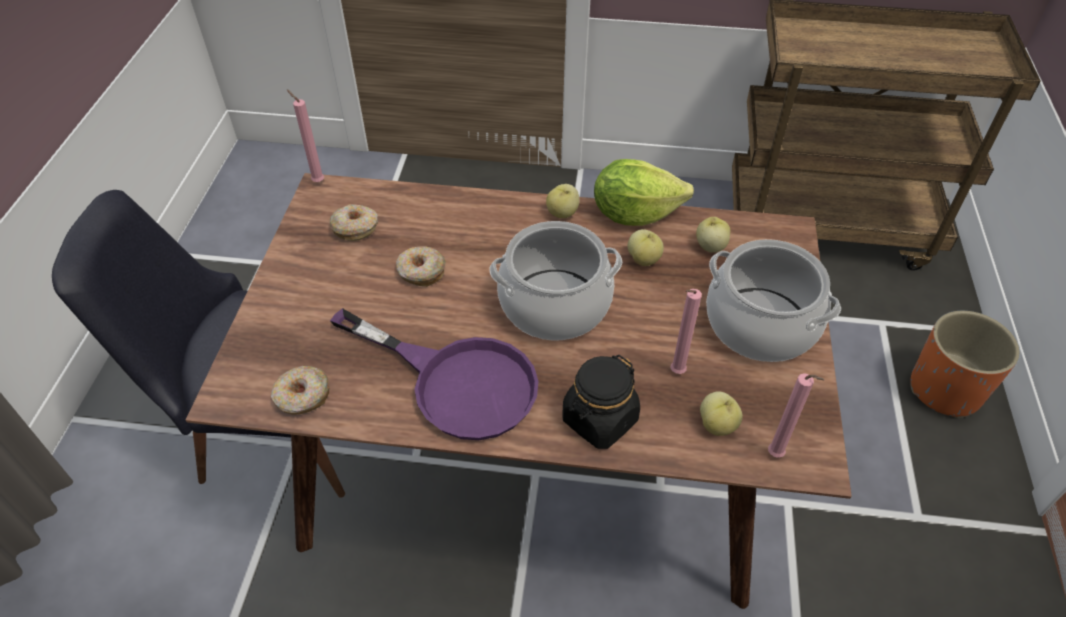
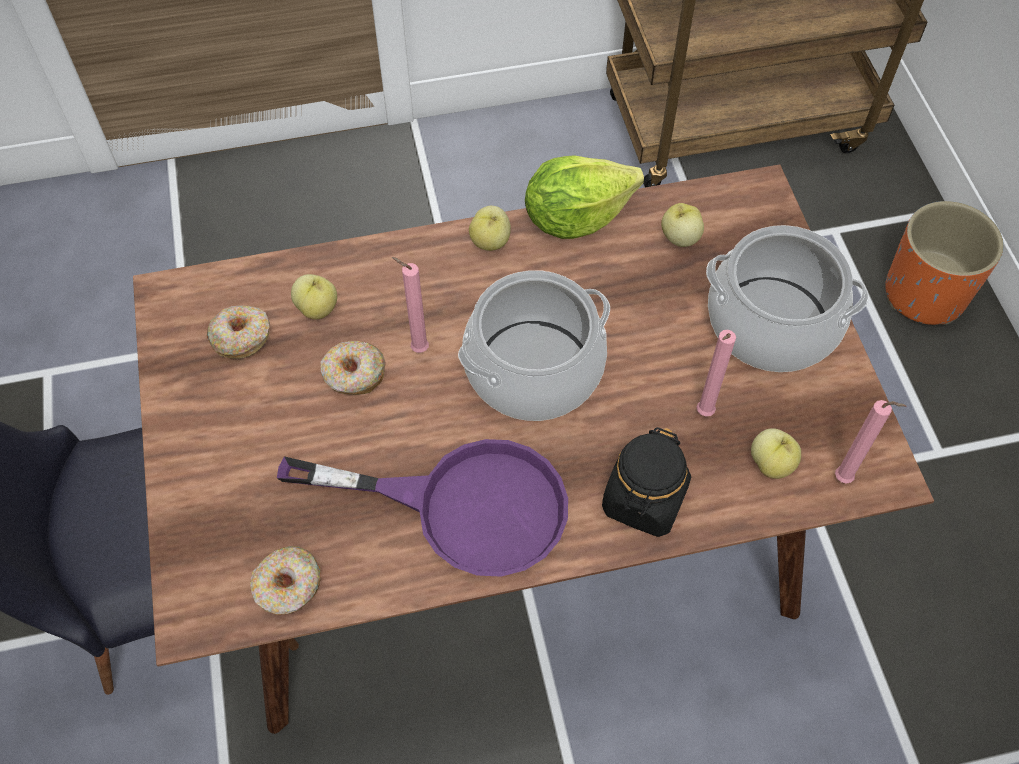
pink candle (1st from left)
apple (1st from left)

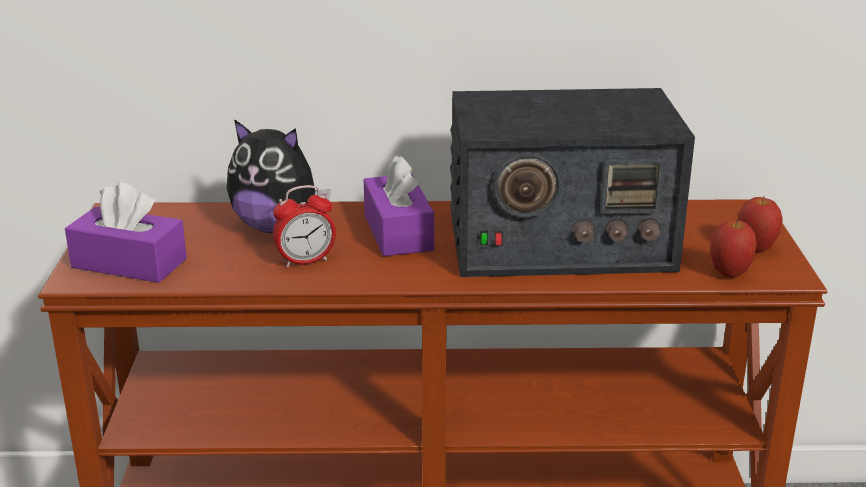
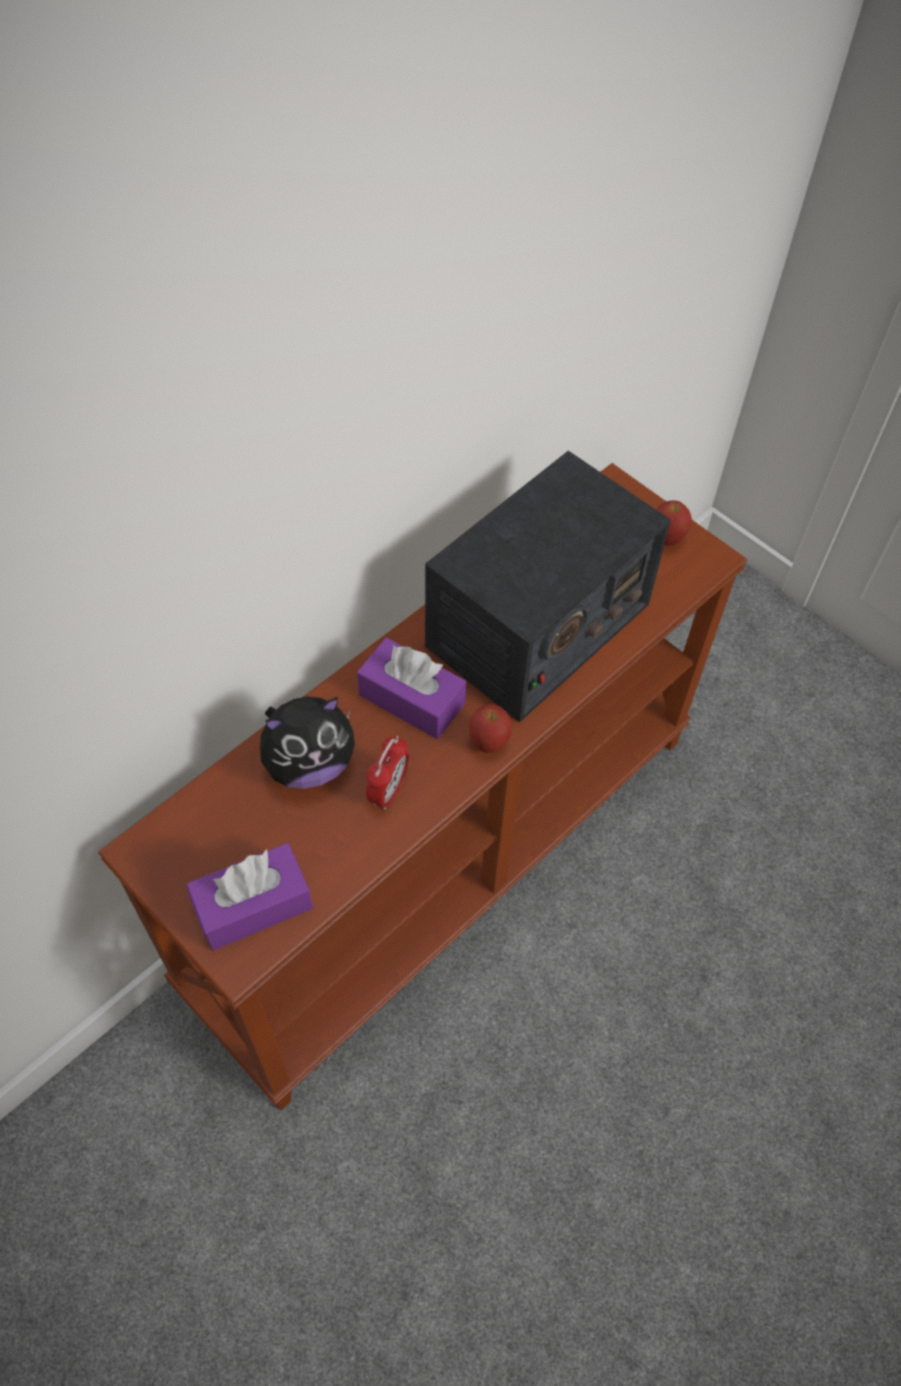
apple (1st from left)

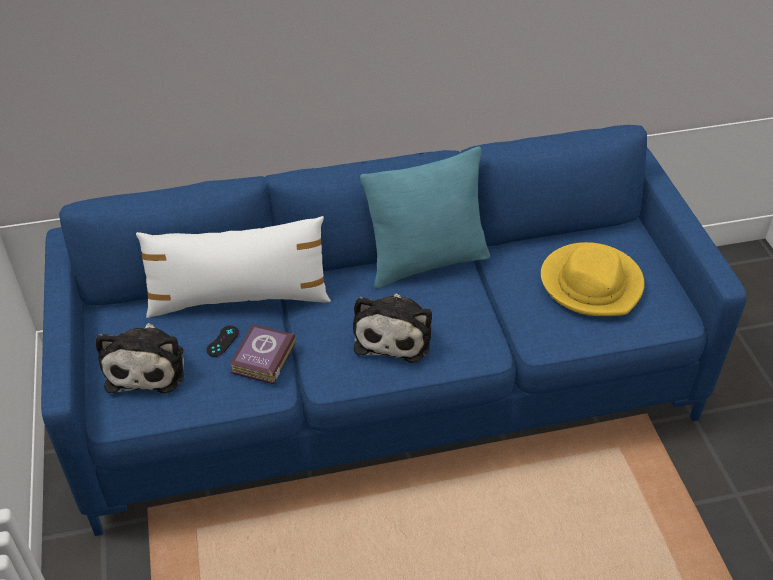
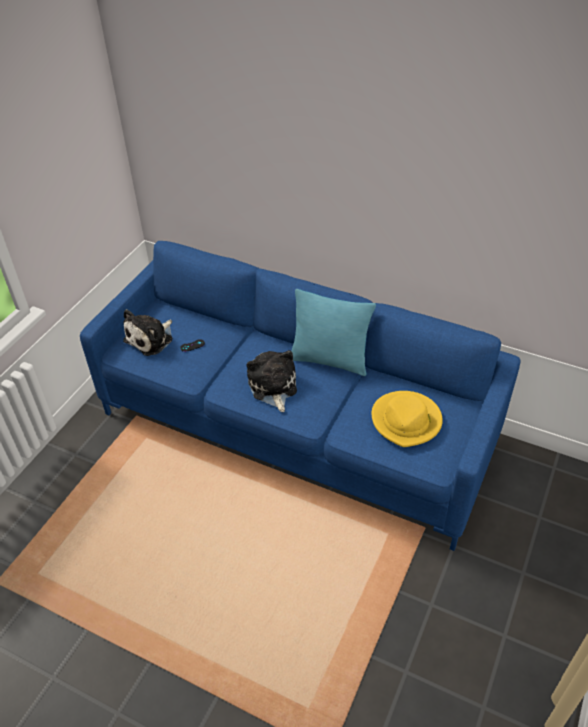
white pillow
book
plush toy (2nd from left)

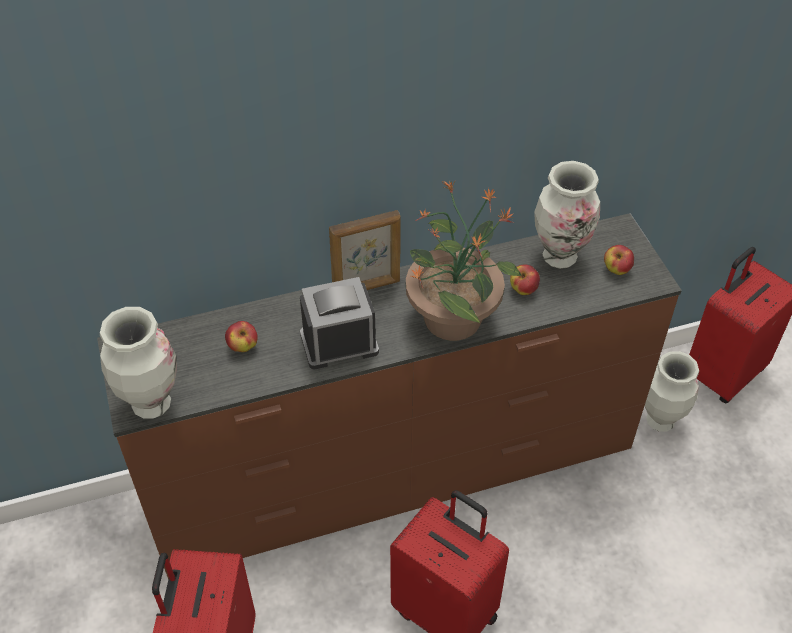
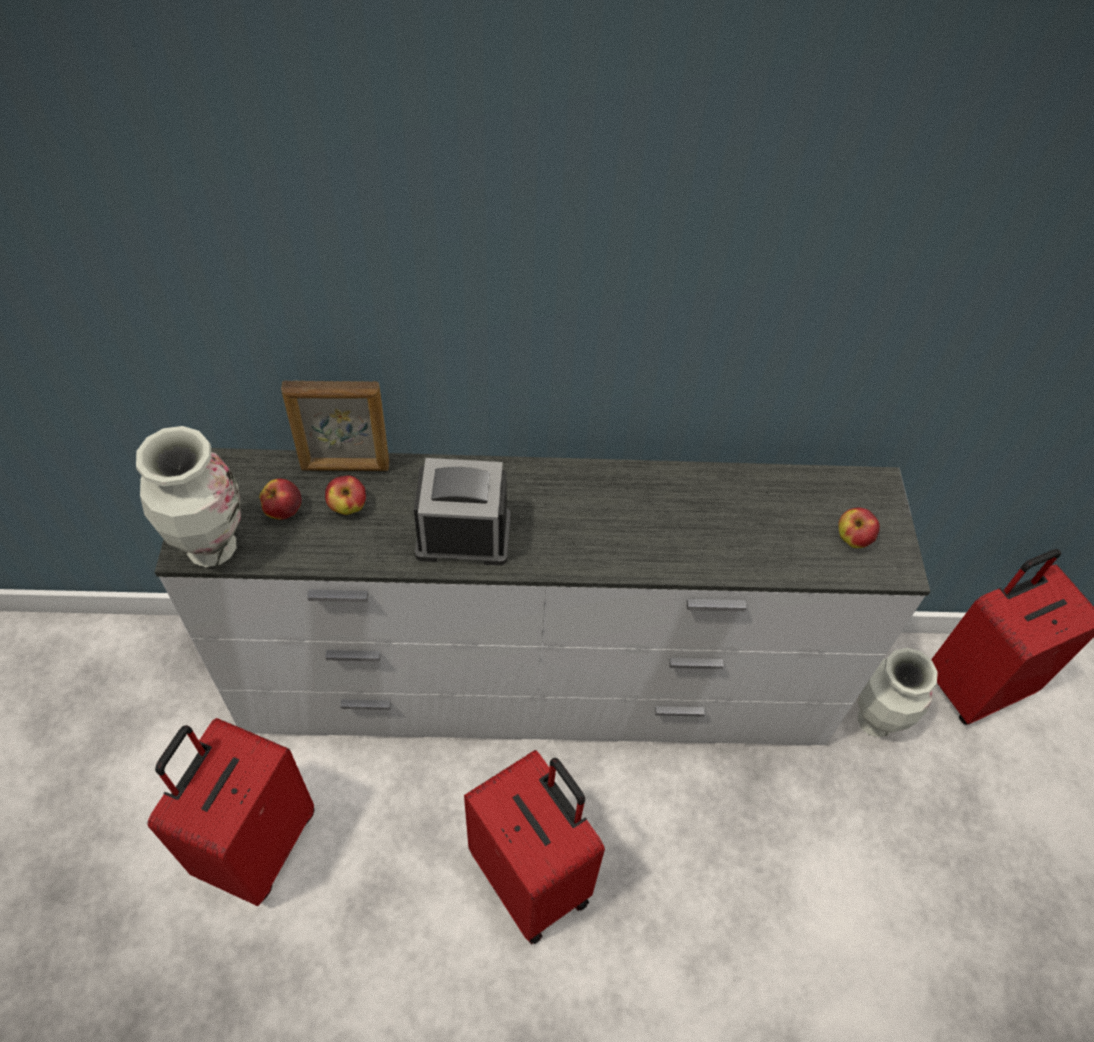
white dresser
picture frame
potted plant
apple (1st from left)
vase (2nd from left in the first image)

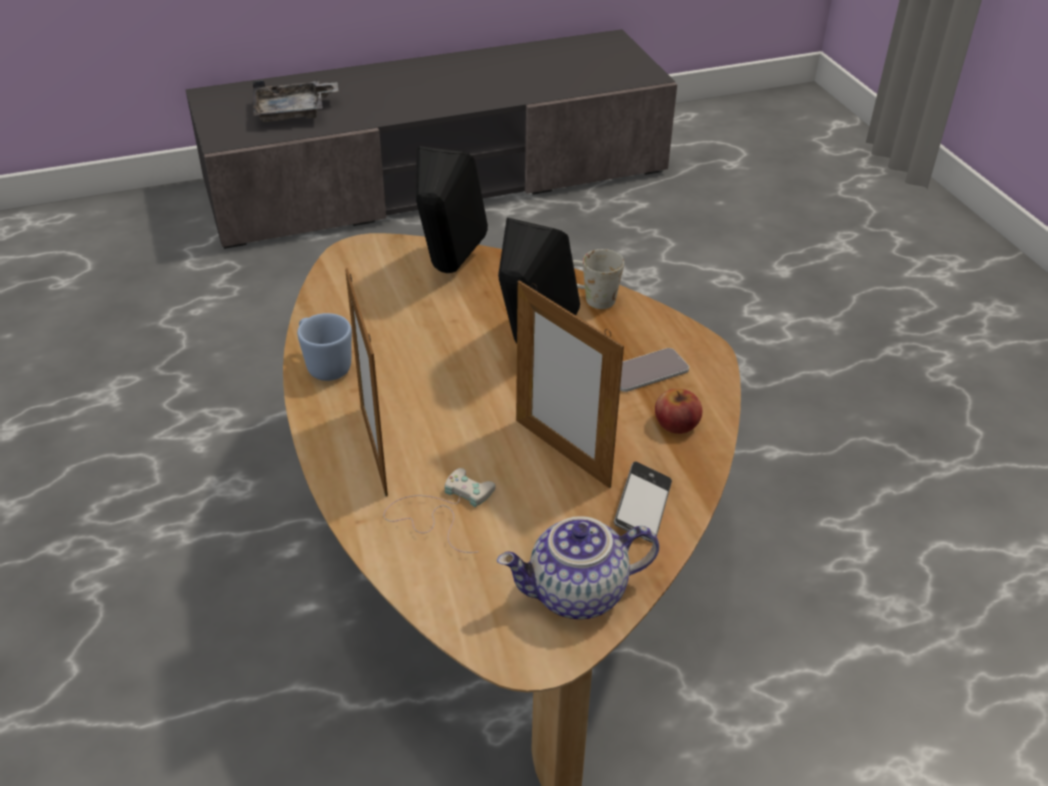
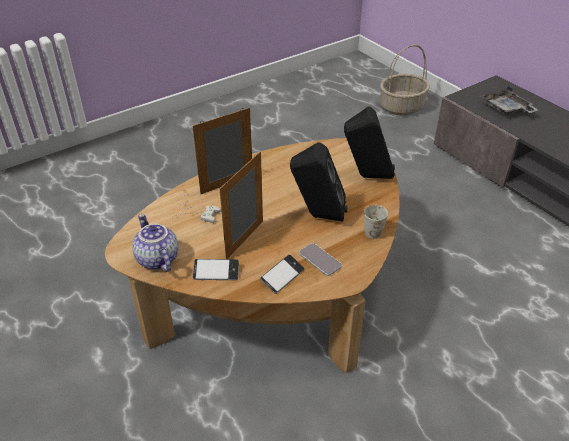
blue mug
phone (2nd from left)
basket

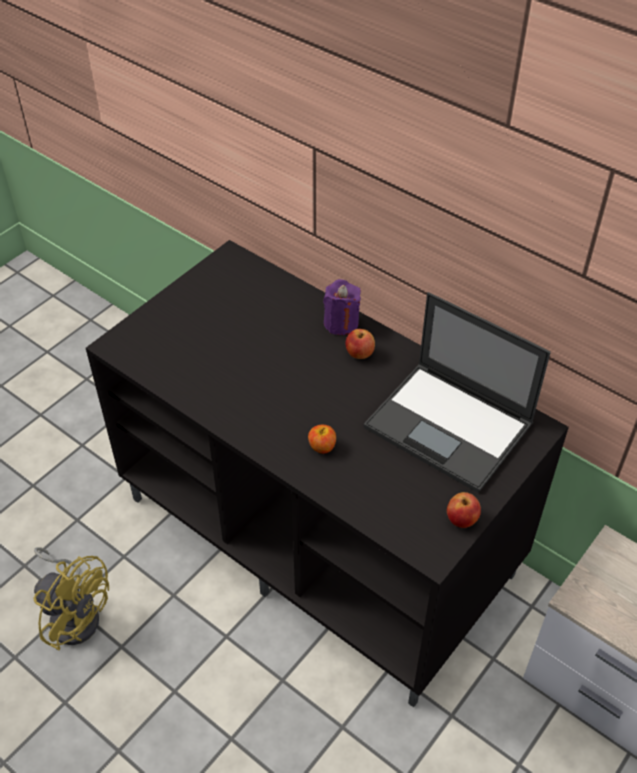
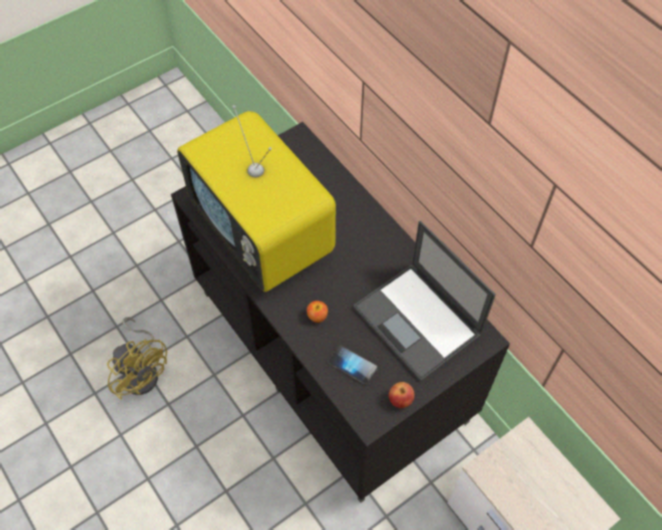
purple candle
apple (2nd from left in the first image)
television
phone

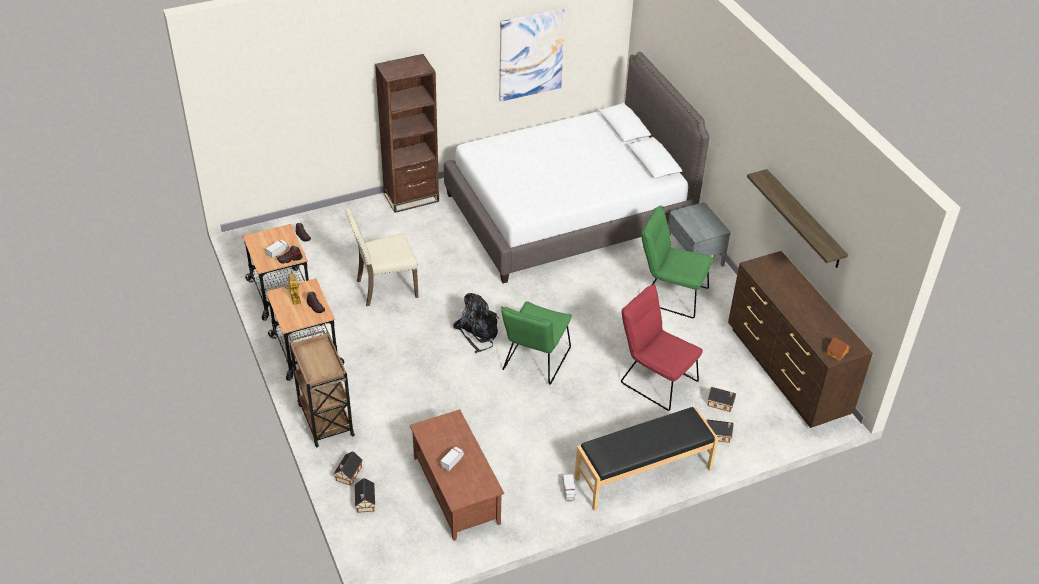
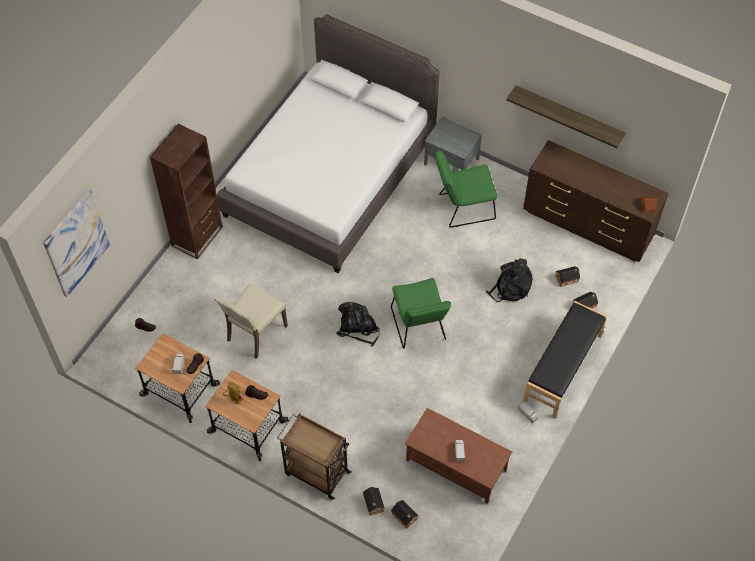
picture
black backpack (2nd from left)

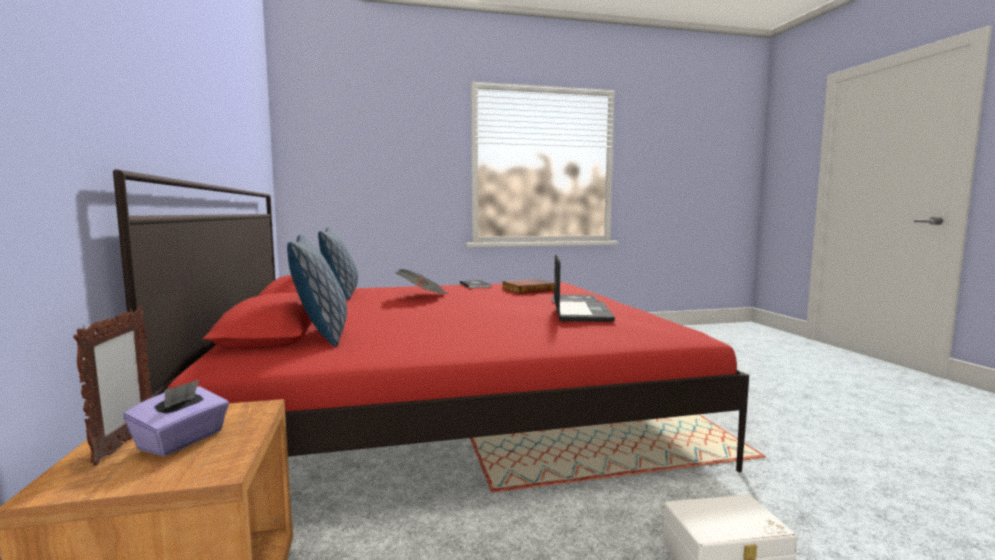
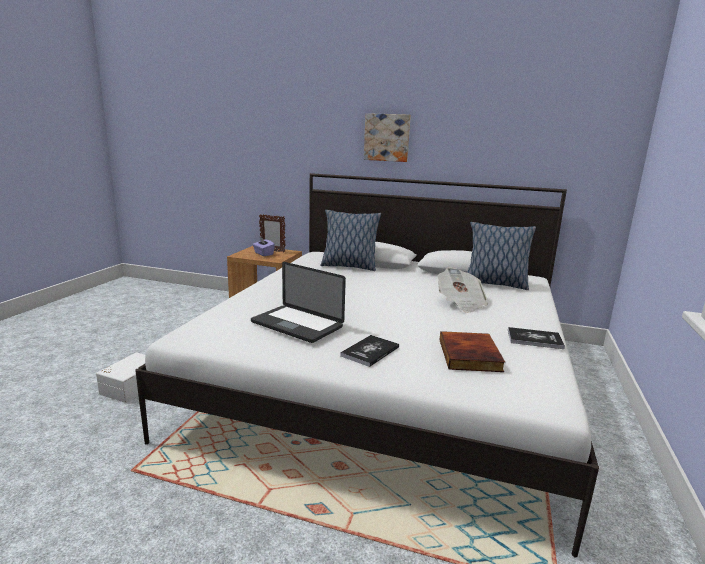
white bed
picture

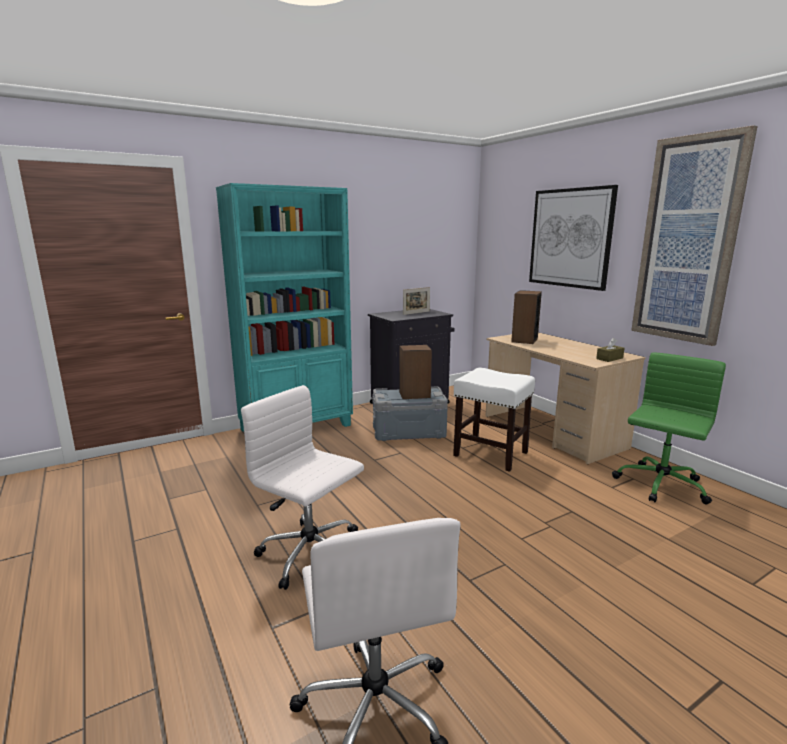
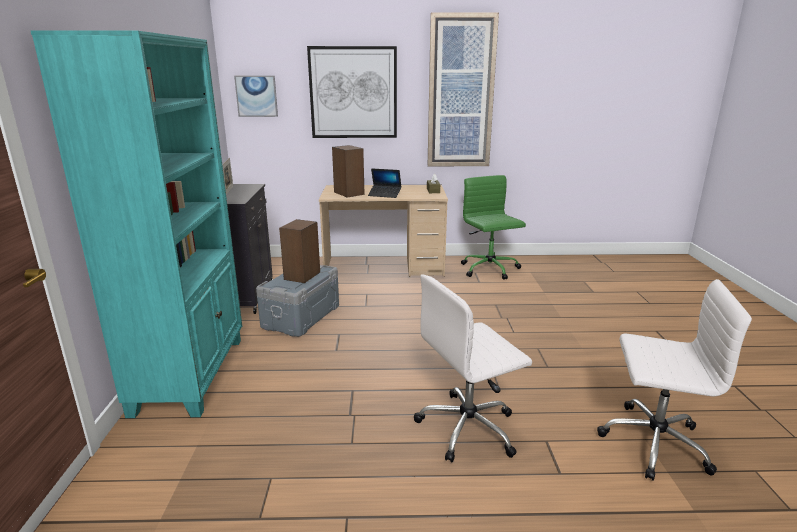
white stool
picture (1st from left)
laptop

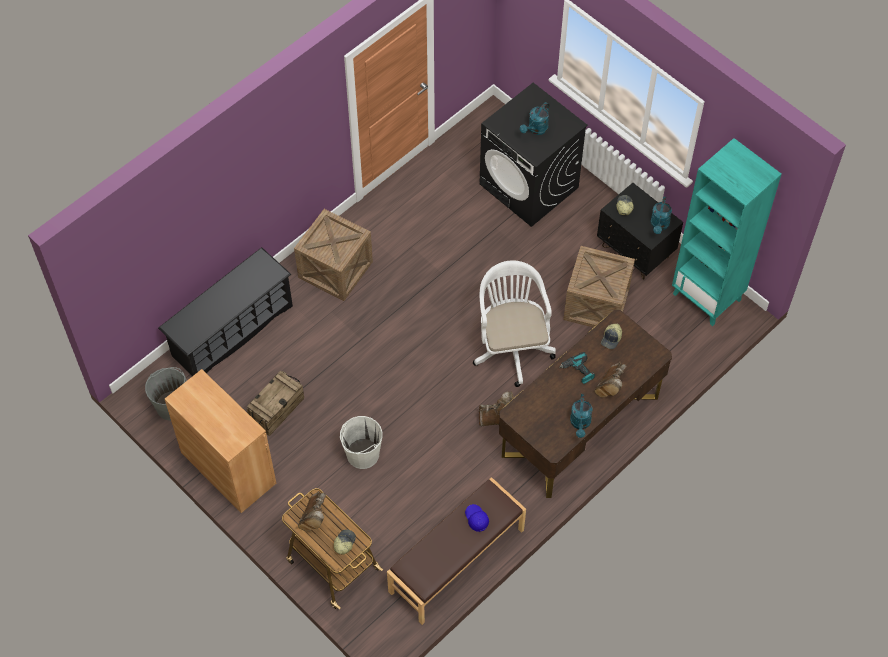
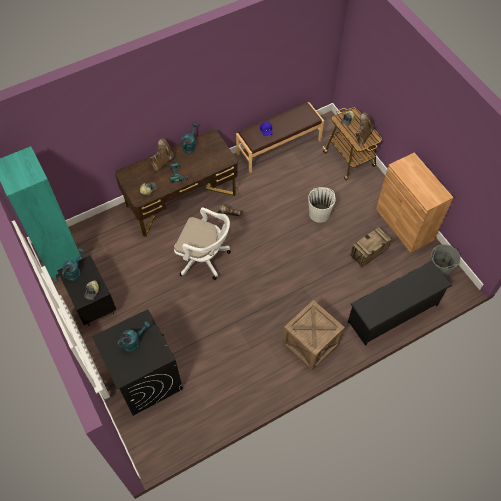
white office chair
crate (3rd from left in the first image)

